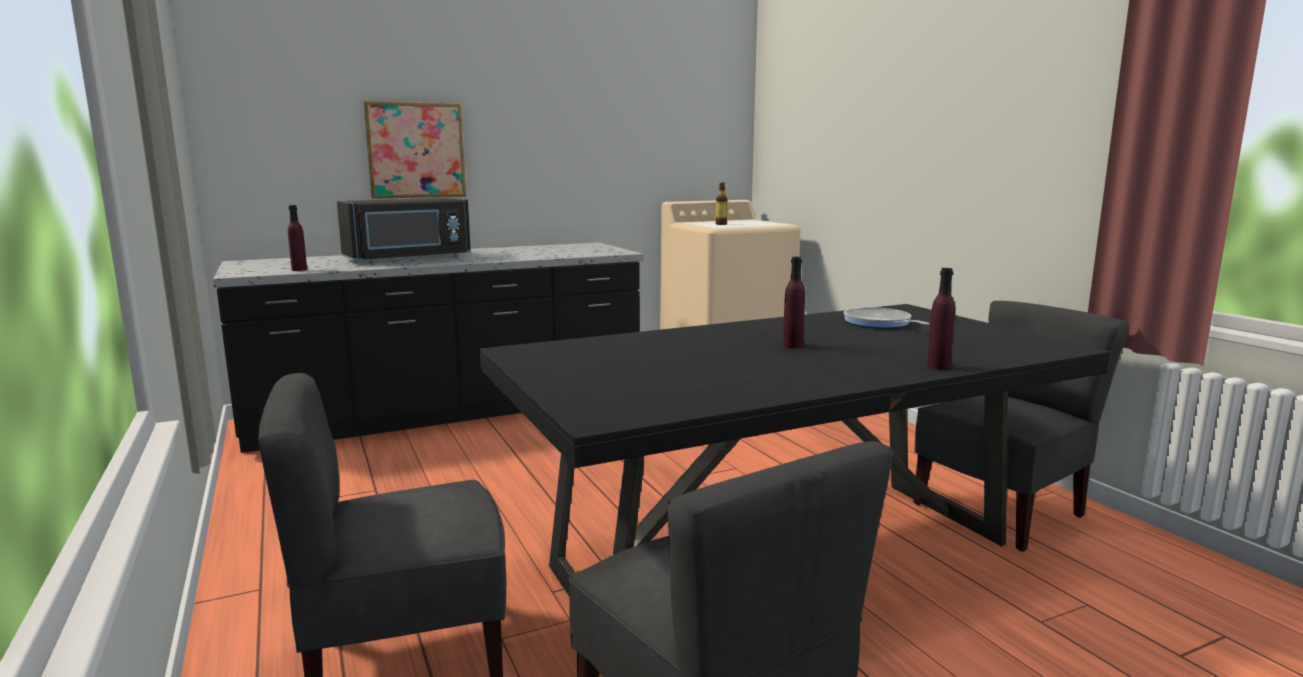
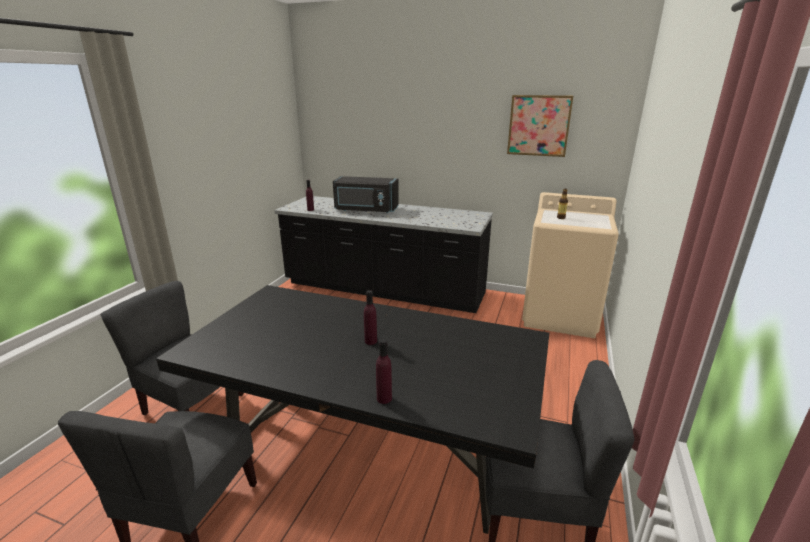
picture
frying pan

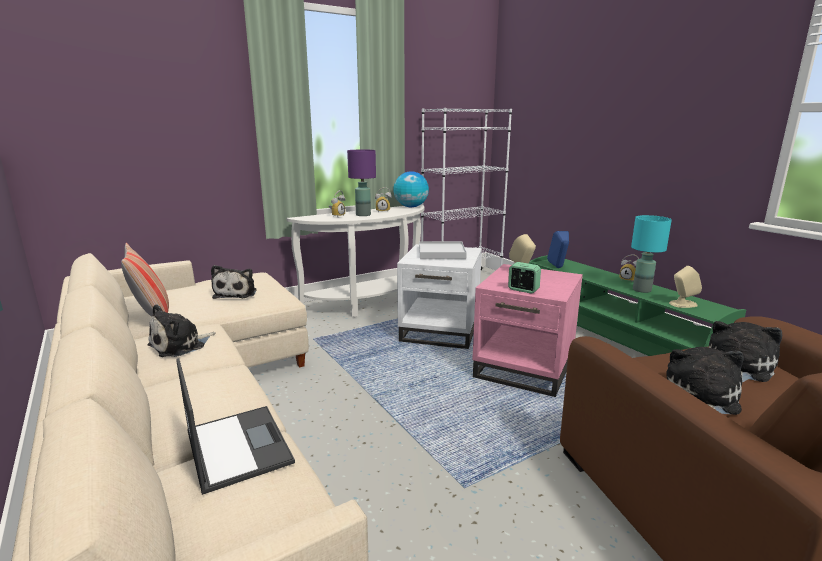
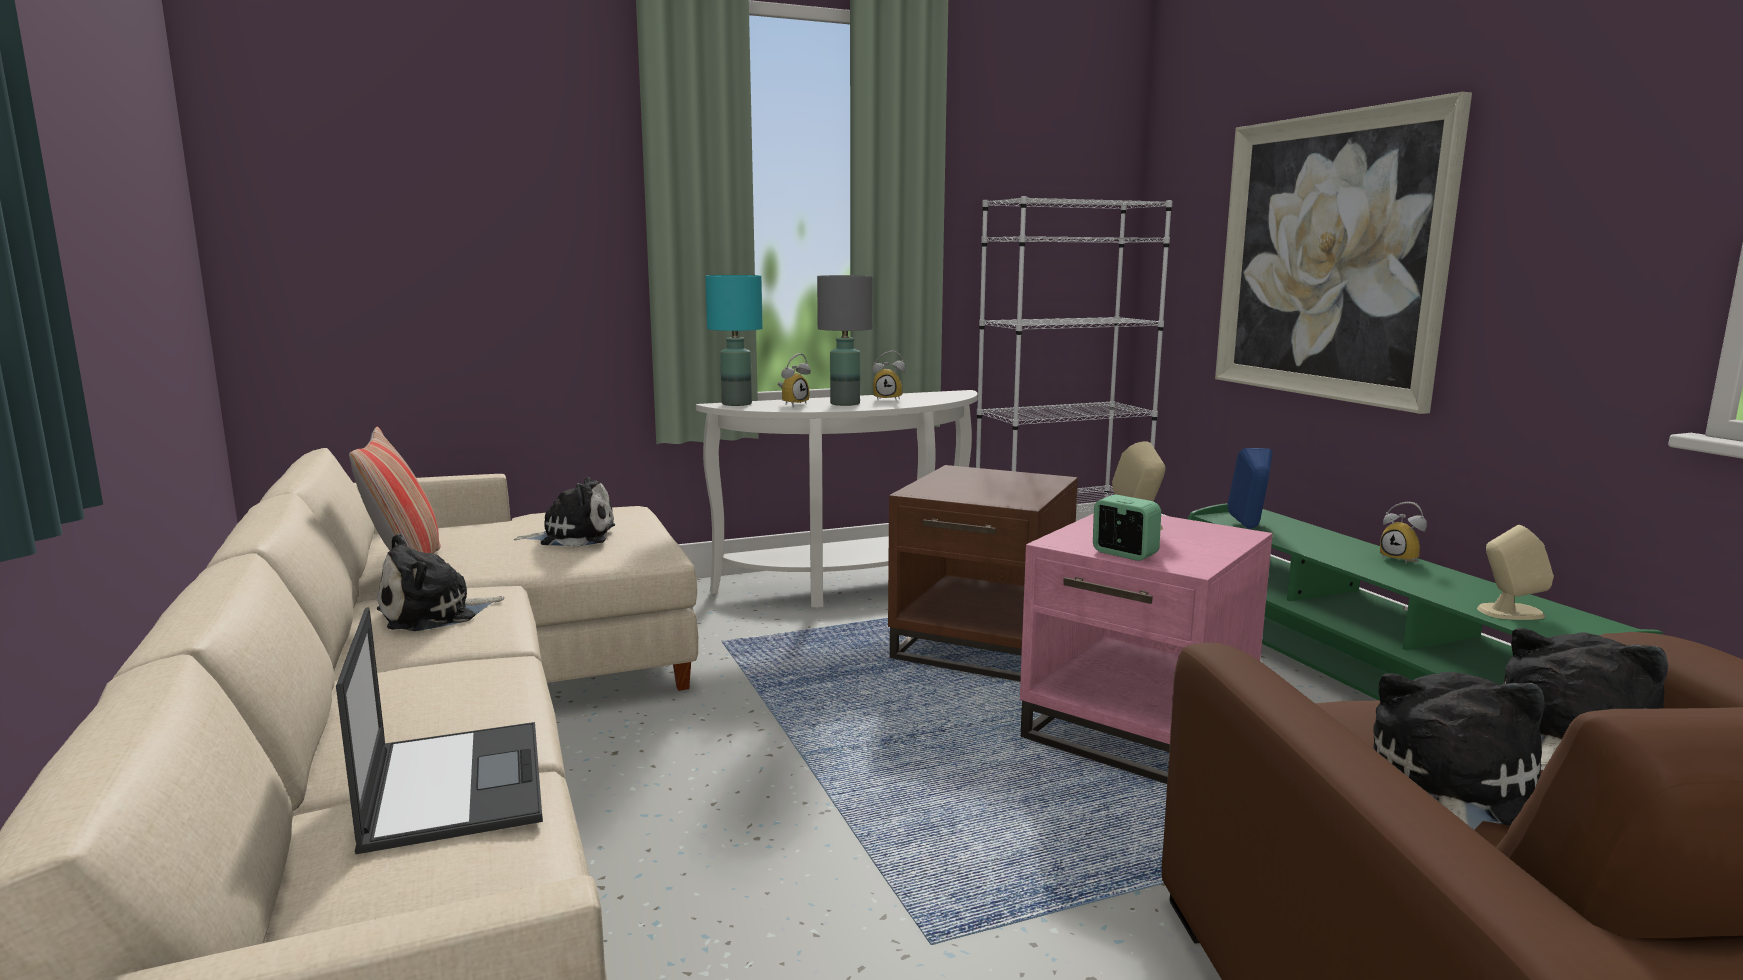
plush toy (2nd from left)
grey table lamp
globe
brown side table
white tray
turquoise table lamp
picture

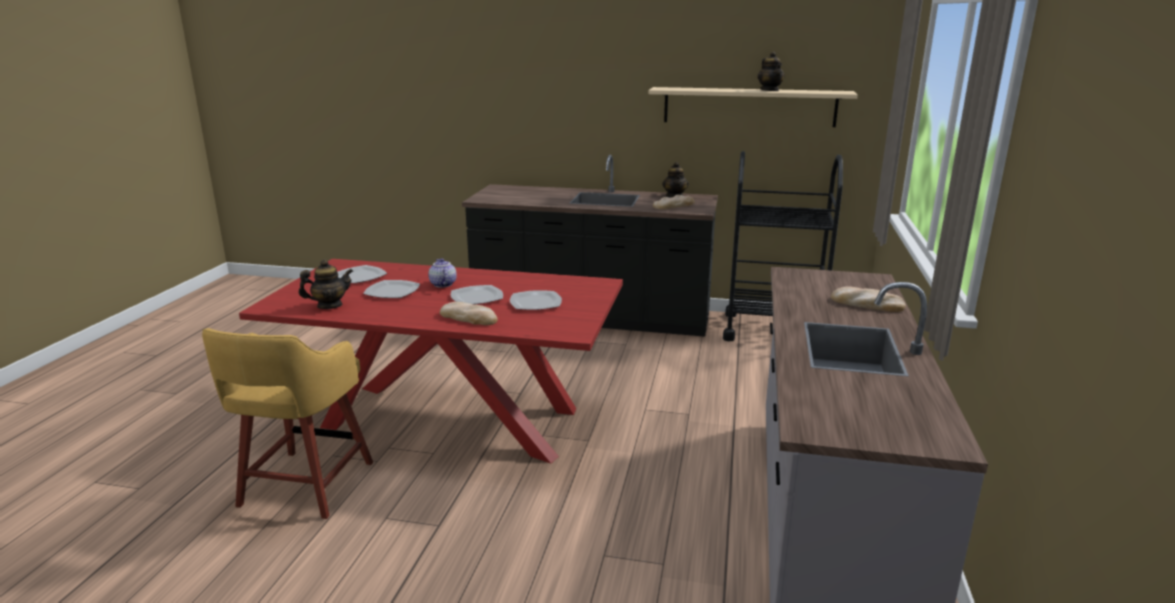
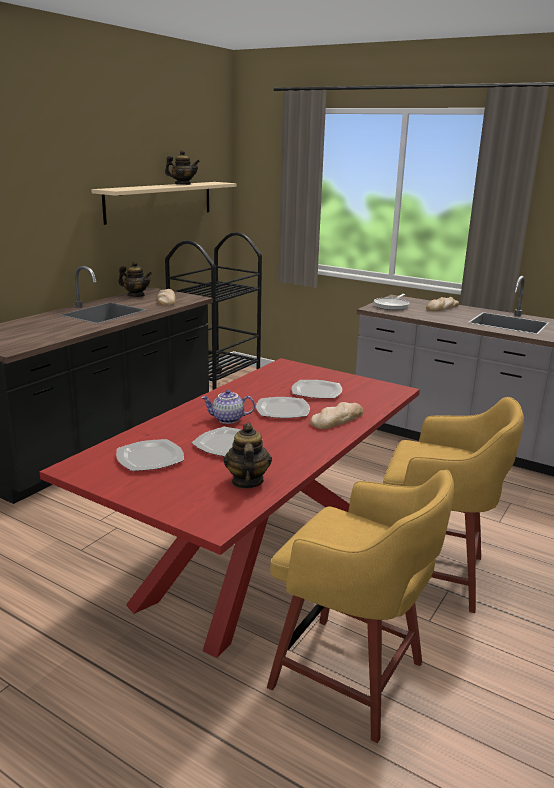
frying pan
yellow stool (2nd from left)

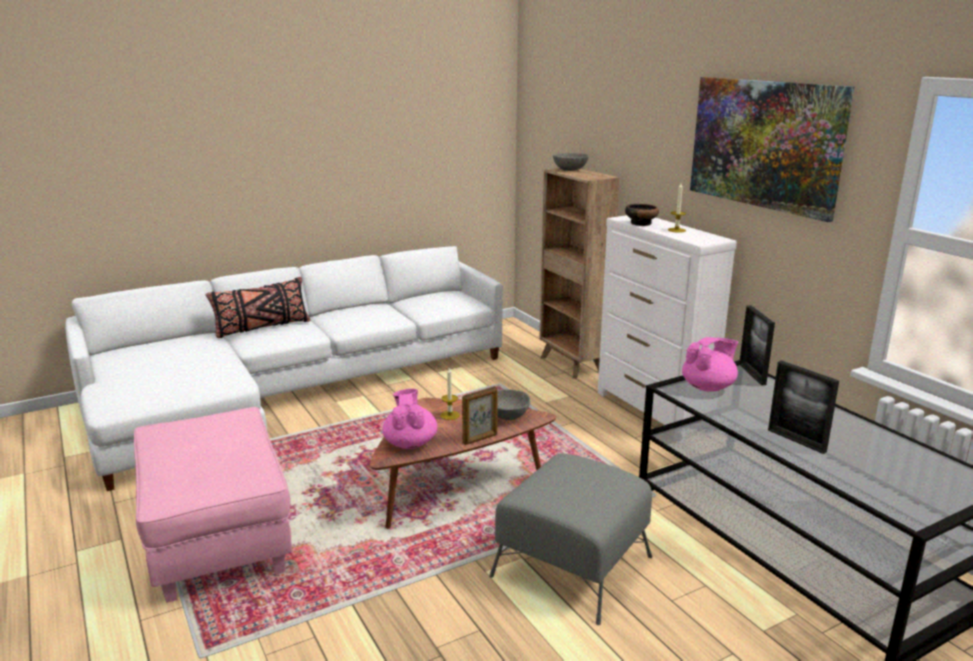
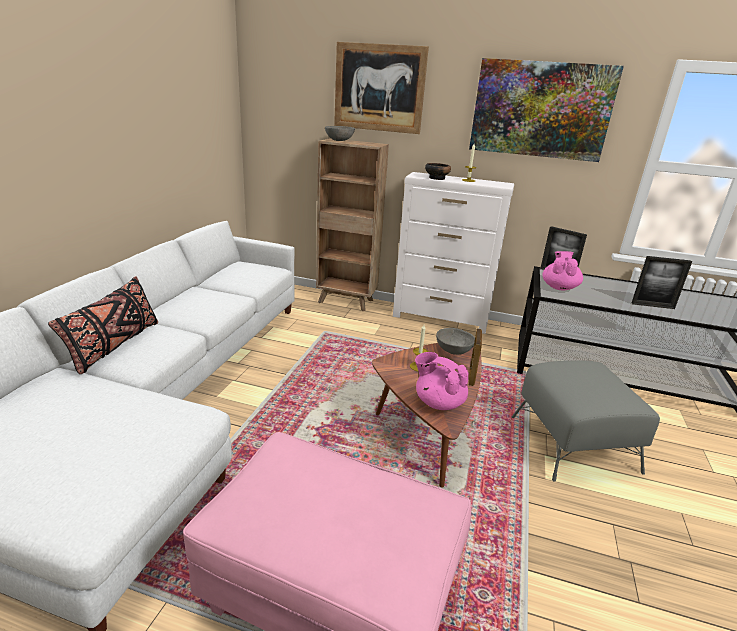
picture (1st from left)

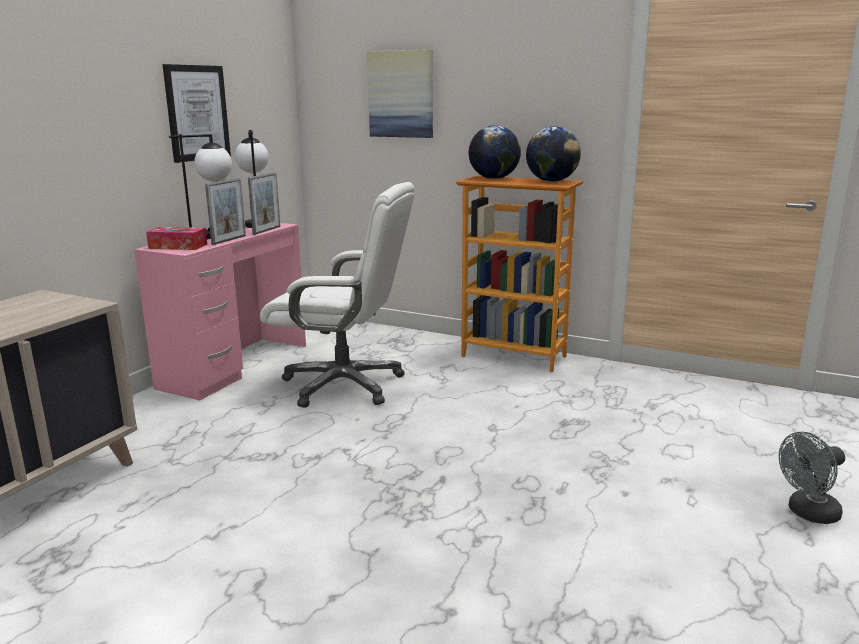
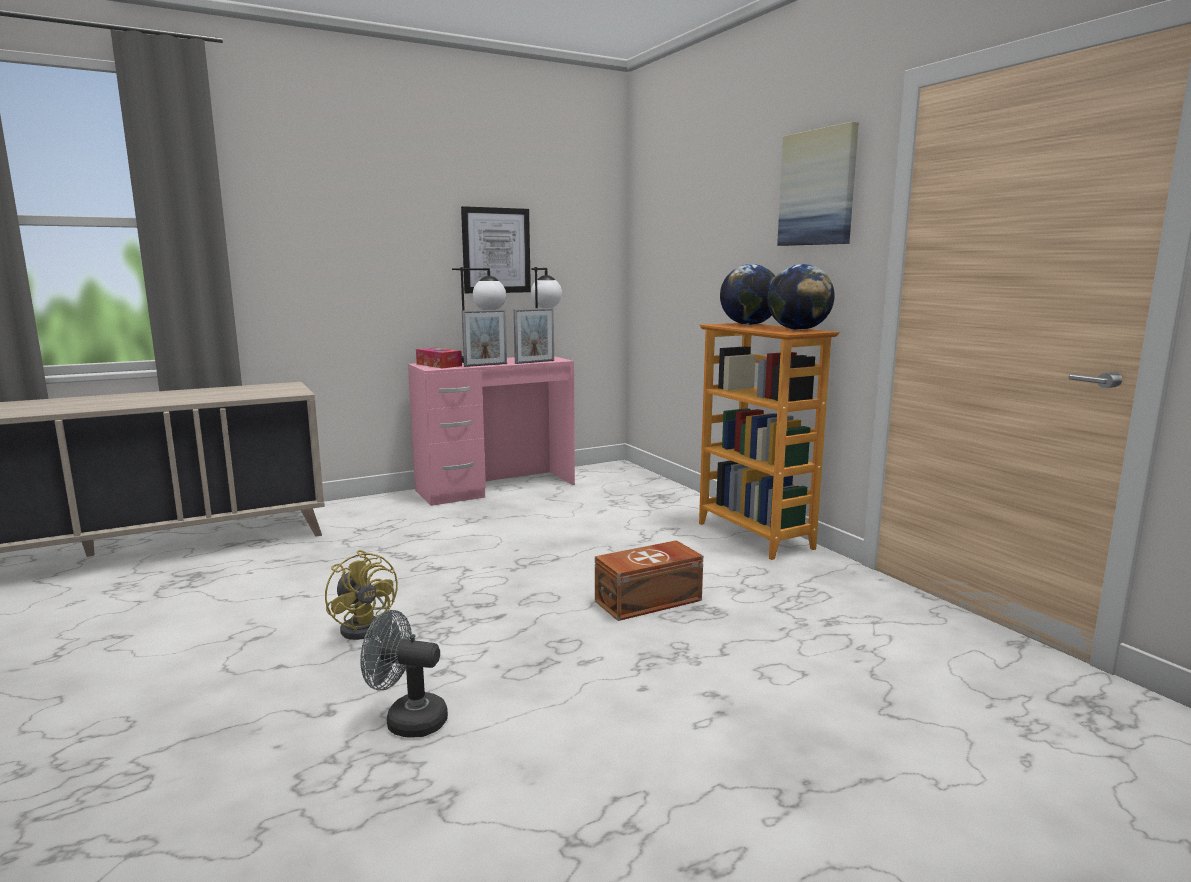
white office chair
picture (2nd from left)
grey fan
yellow fan
brown storage box

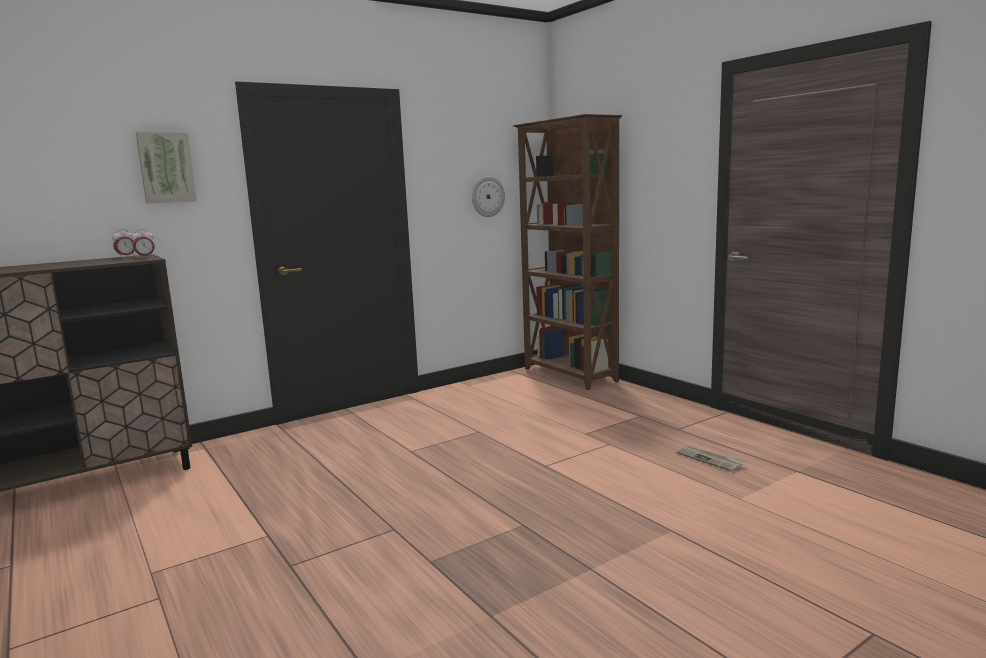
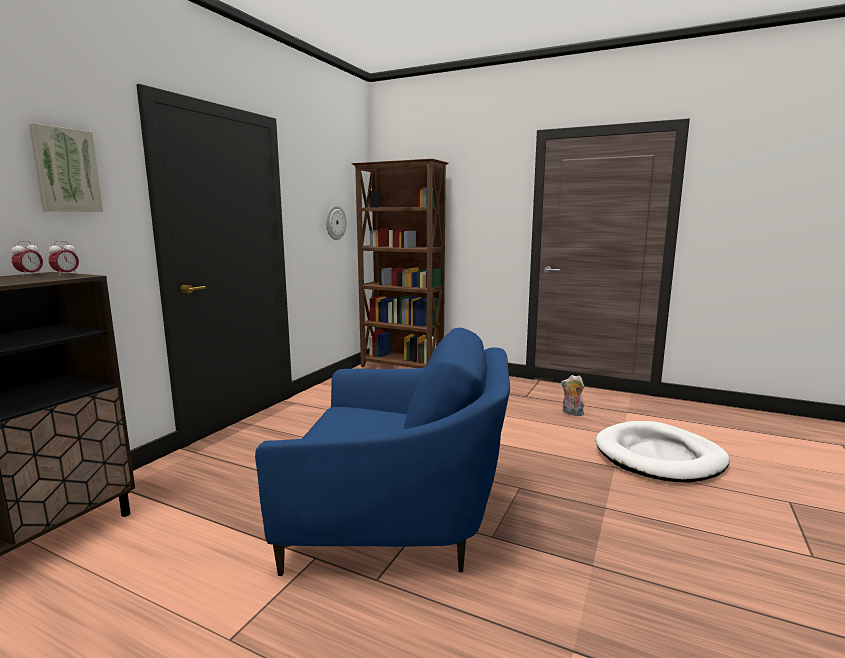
plush toy
blue armchair
white dog bed

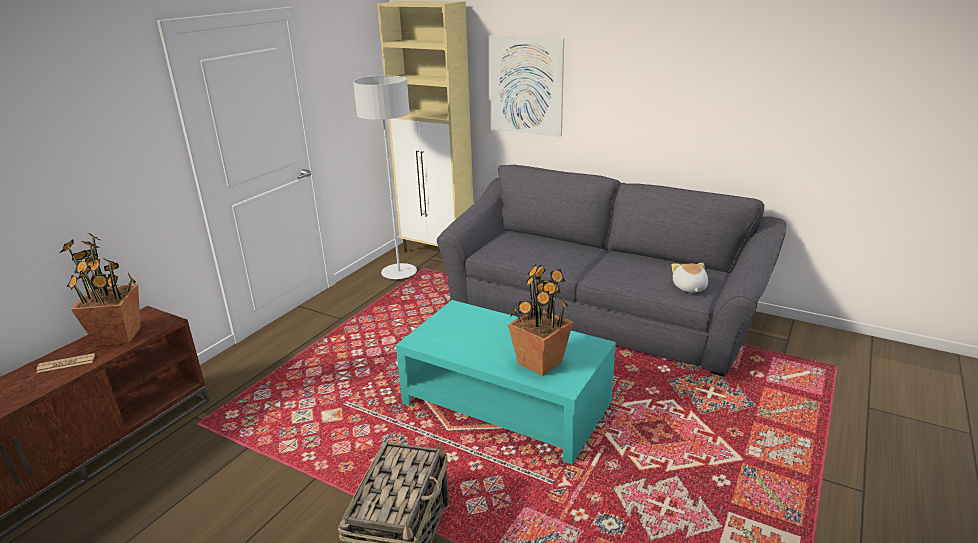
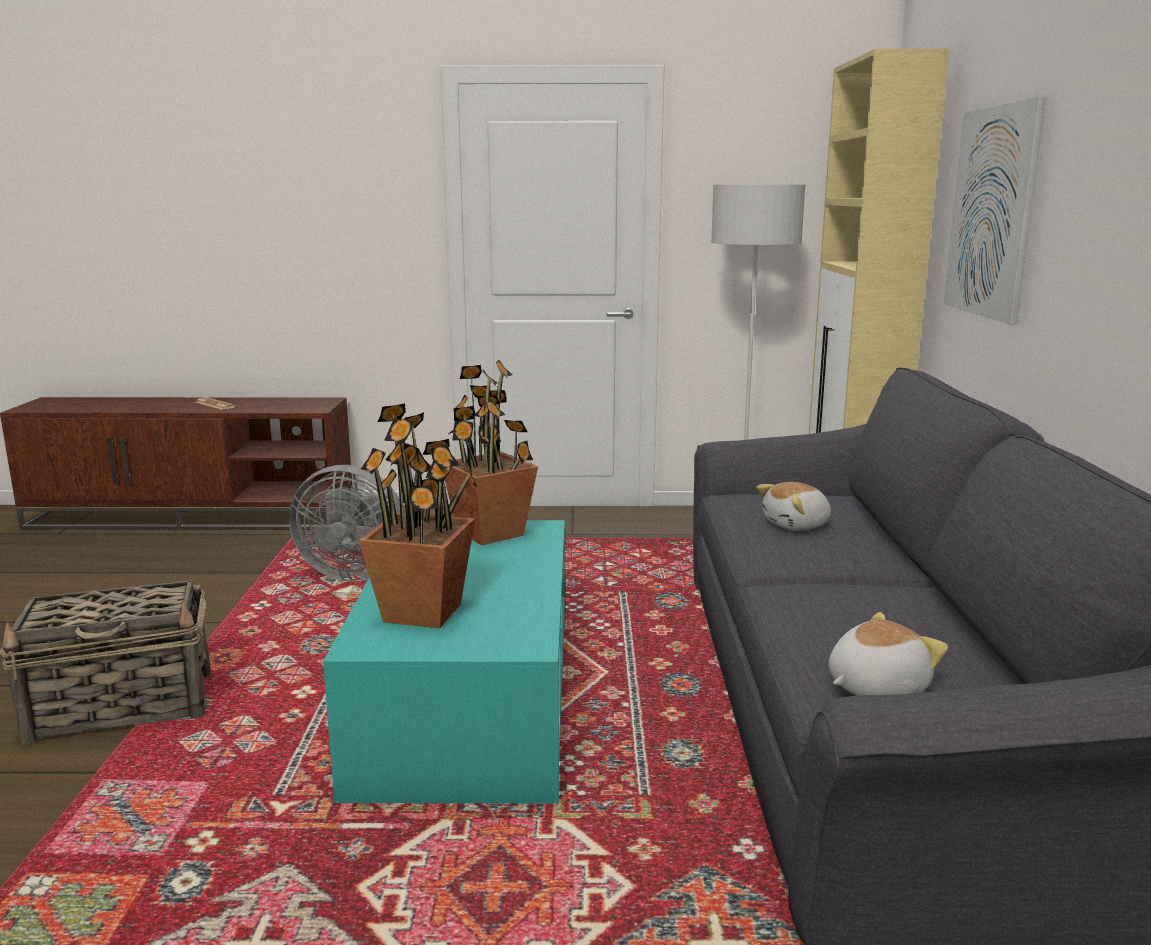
potted plant (2nd from left)
grey fan
plush toy (1st from left)

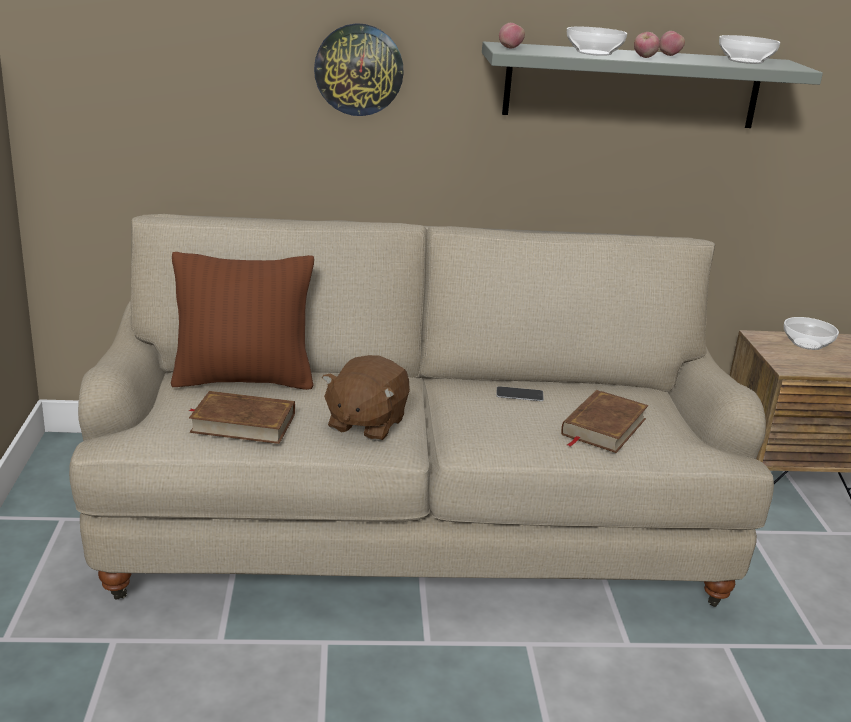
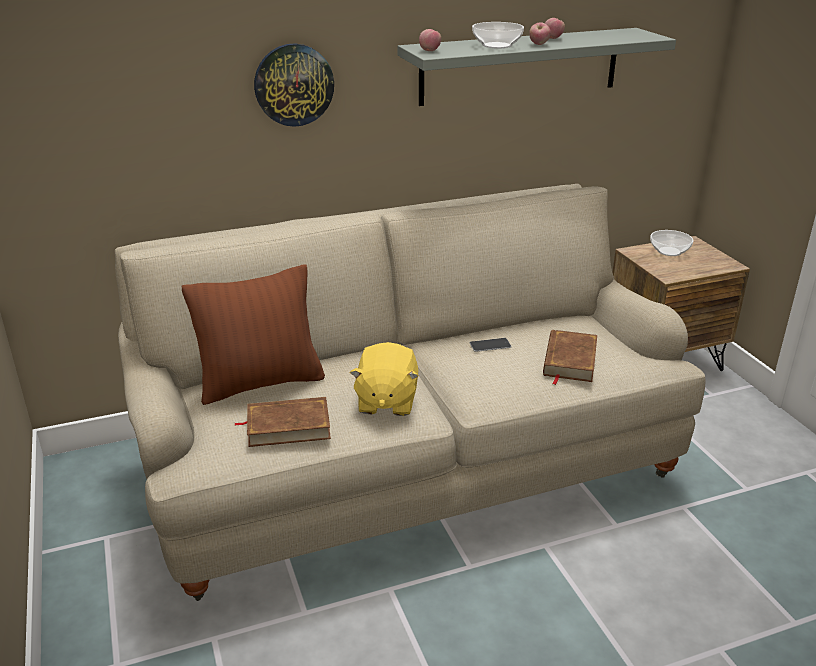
yellow plush toy
bowl (2nd from left in the first image)

